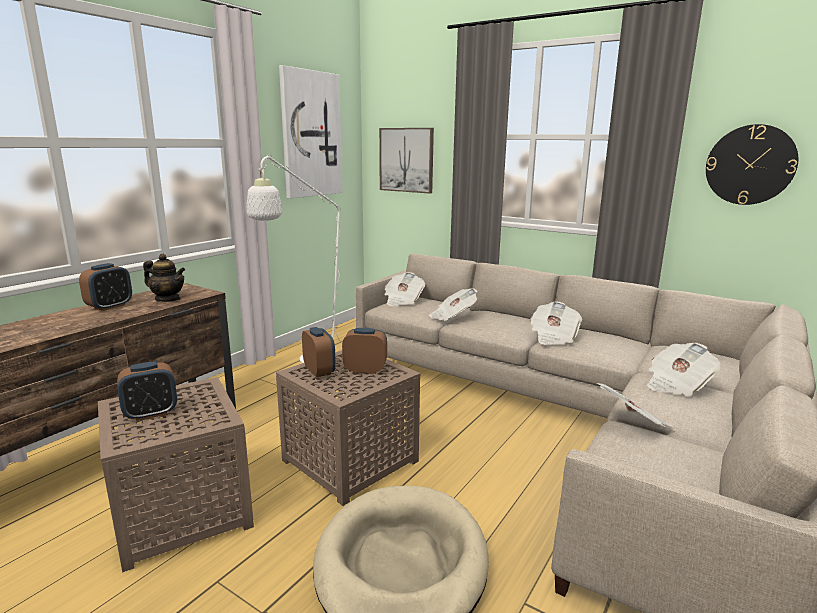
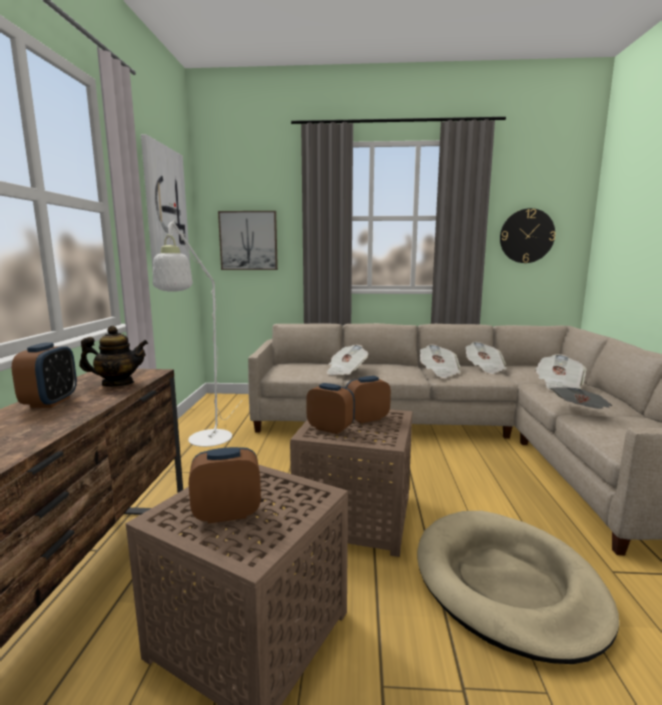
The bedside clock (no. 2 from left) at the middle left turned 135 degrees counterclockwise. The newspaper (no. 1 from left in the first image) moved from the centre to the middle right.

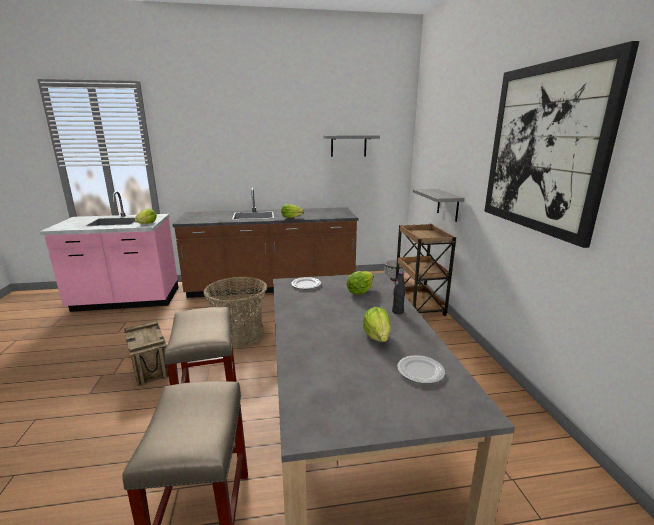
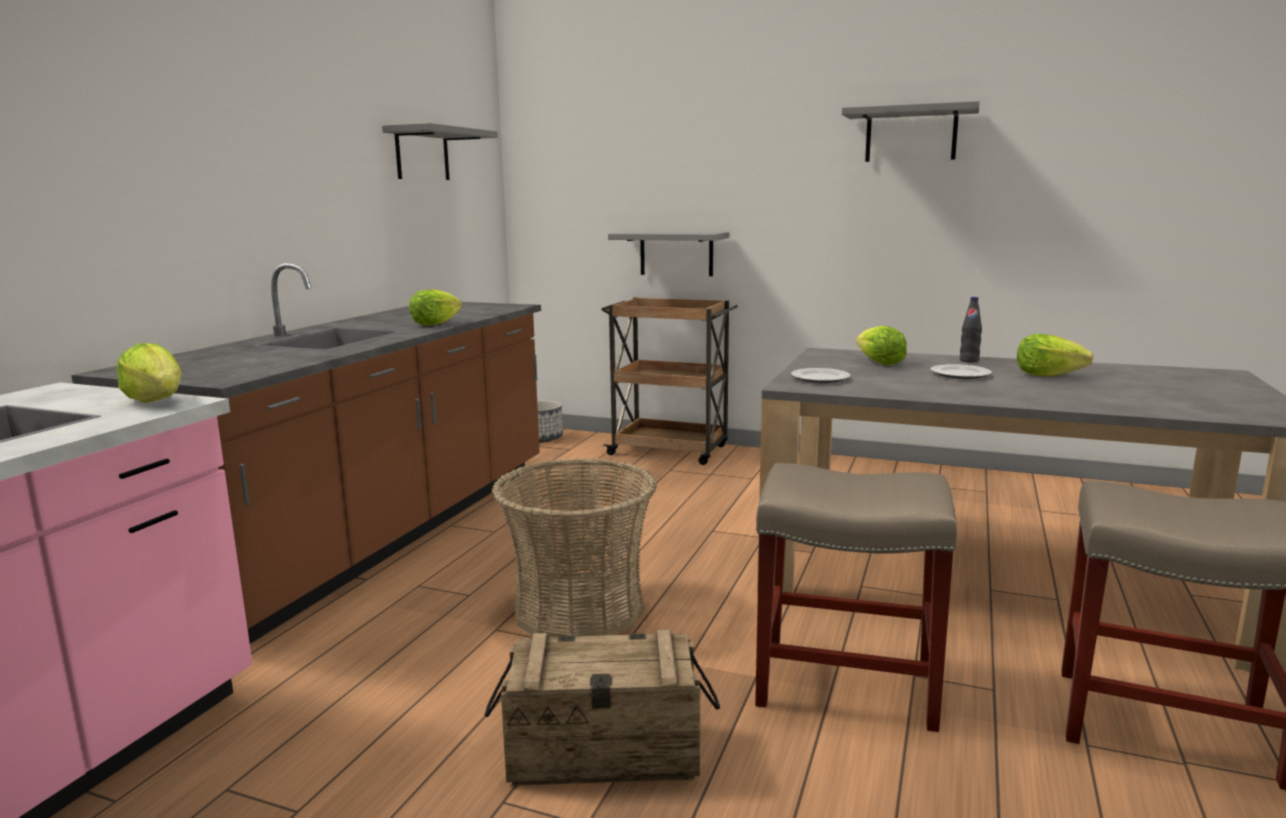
The picture at the top right was replaced by the bracket shelf/greyish (no. 3 from left) at the top right. The flat dish (no. 2 from left) moved from the bottom centre to the middle right.

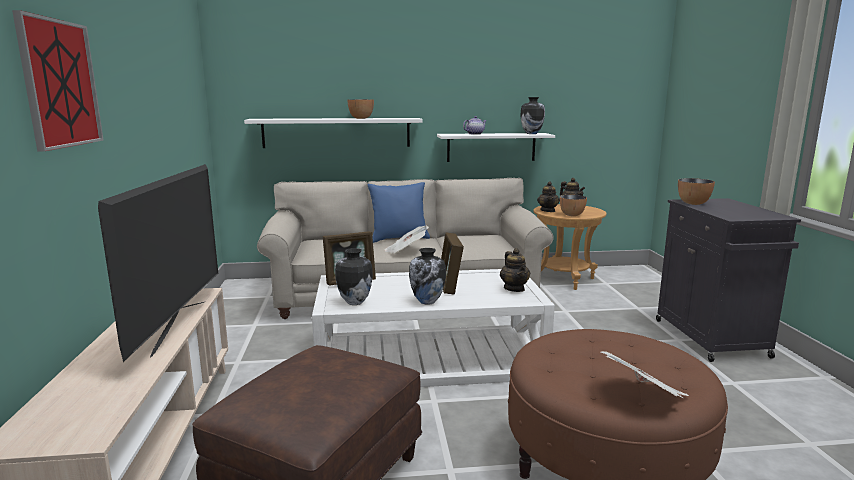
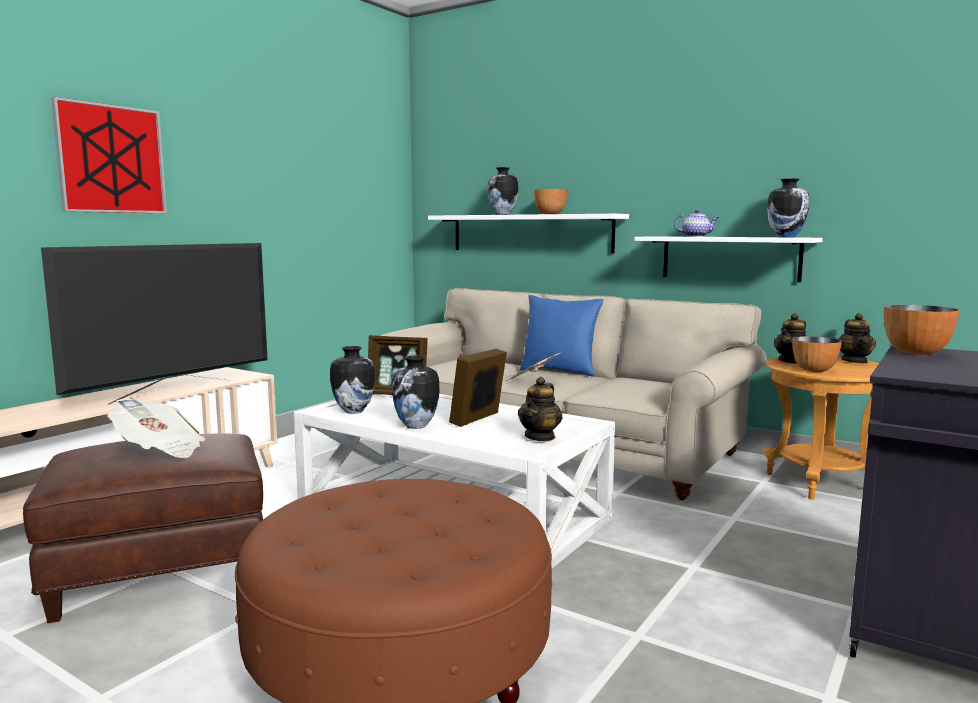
The newspaper (no. 2 from left in the first image) moved from the bottom right to the middle left. The decorative vase (no. 3 from left) at the top centre appeared.

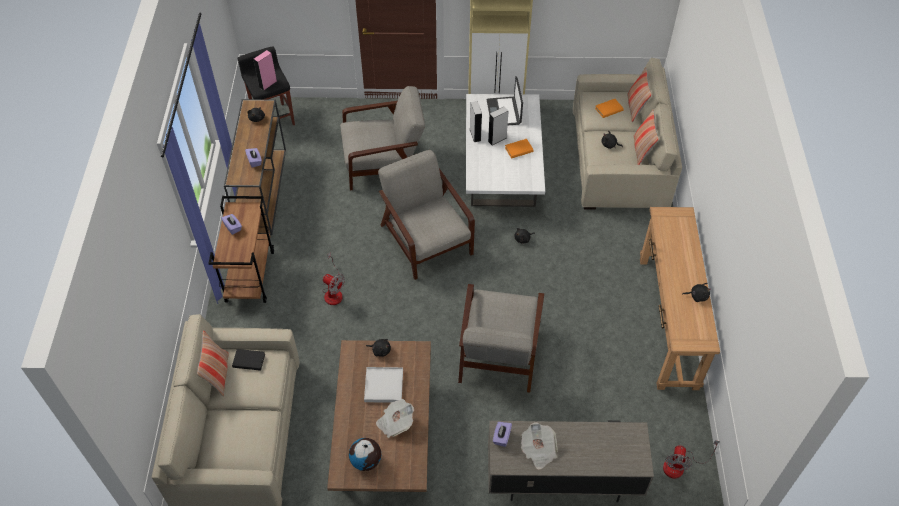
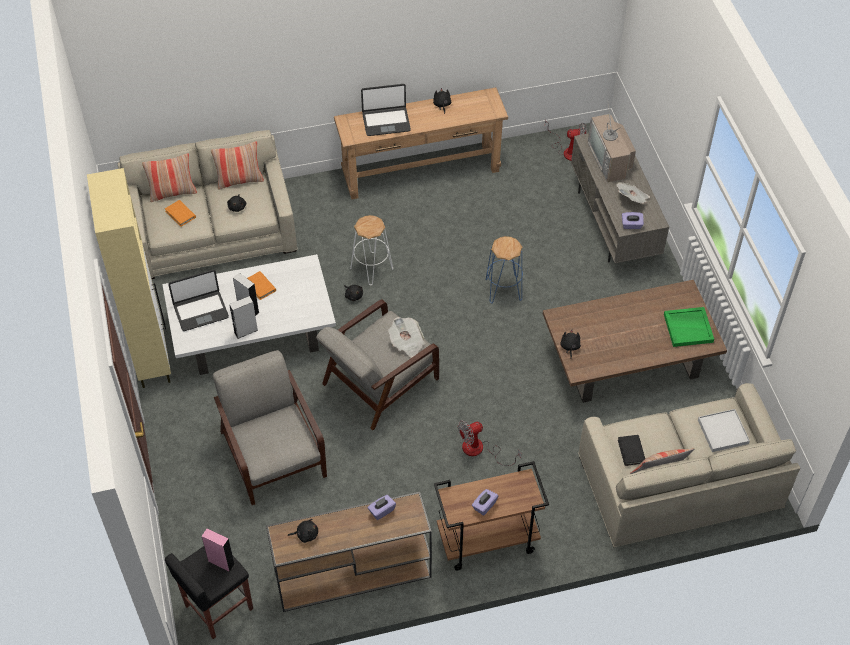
The sitting stool/white-coloured at the centre appeared. The laptop (no. 2 from left) at the top centre appeared. The newspaper (no. 1 from left) moved from the bottom centre to the centre. The cooling fan (no. 1 from left) at the centre turned 135 degrees counterclockwise. The armchair/greyish (no. 3 from left) at the bottom centre was replaced by the sitting stool/blue-coloured at the centre. The television at the top right appeared. The desk globe at the bottom centre was replaced by the carrying tray/greenish at the middle right. The carrying tray/white-coloured moved from the bottom centre to the bottom right.

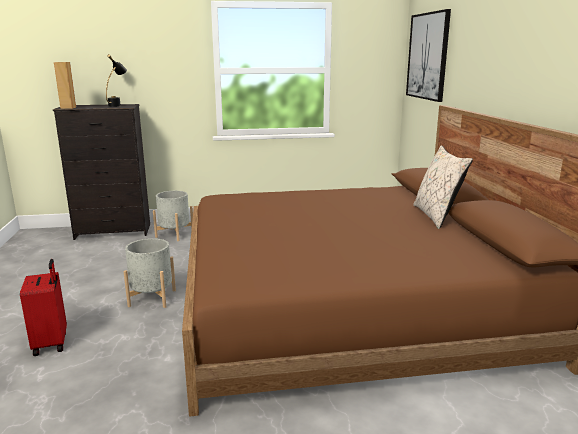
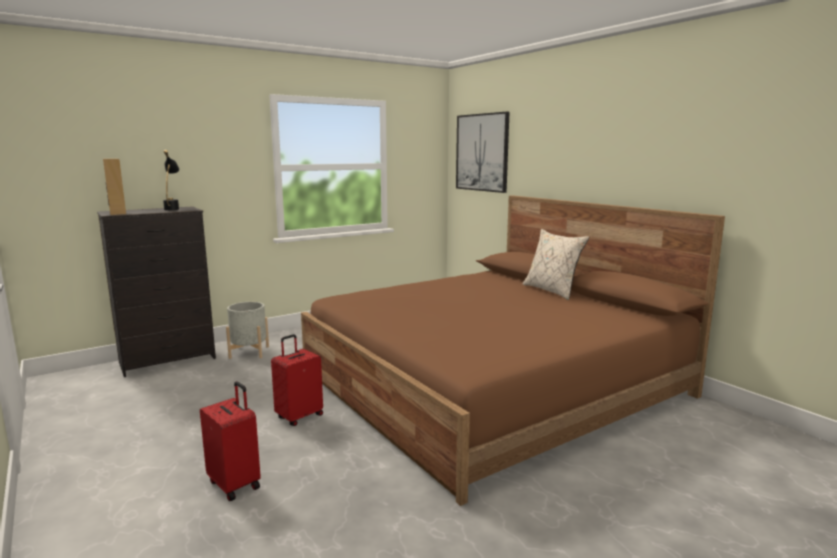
The flower pot/greyish (no. 1 from left) at the middle left was replaced by the piece of luggage/reddish (no. 2 from left) at the bottom centre.

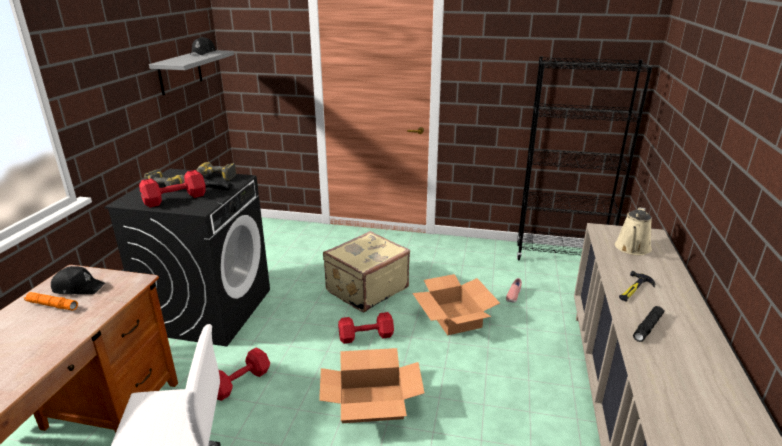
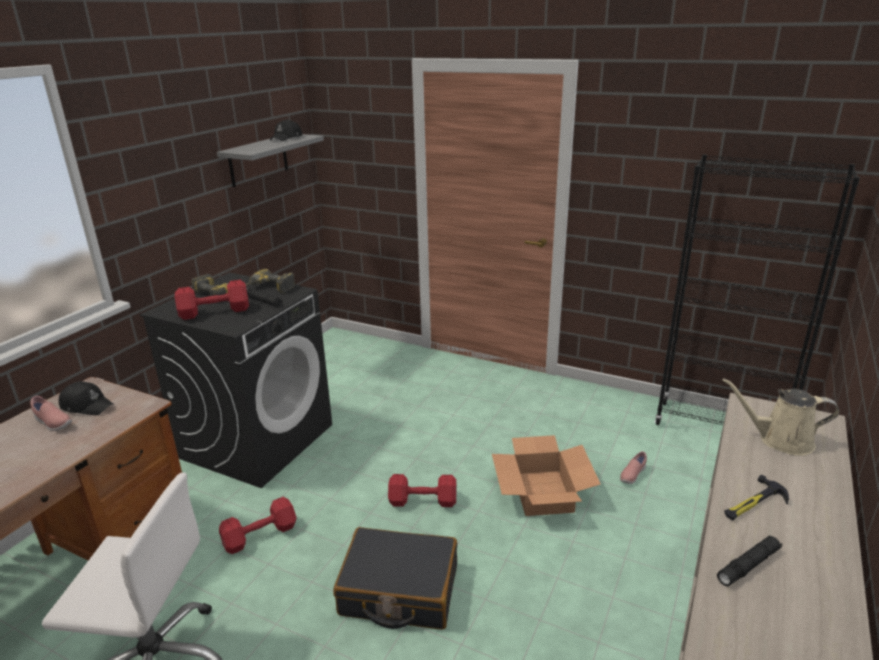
The hand torch/orange at the bottom left was replaced by the low shoe/pink (no. 1 from left) at the middle left. The cardboard box (no. 1 from left) at the bottom centre was replaced by the piece of luggage/black at the bottom centre. The sprinkling can/beige at the middle right turned 60 degrees clockwise. The piece of luggage/beige at the centre disappeared.

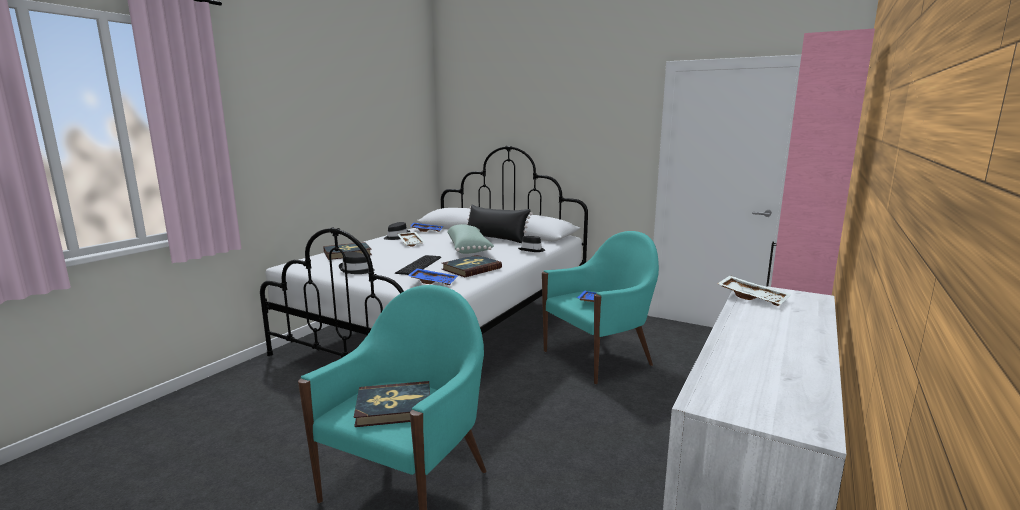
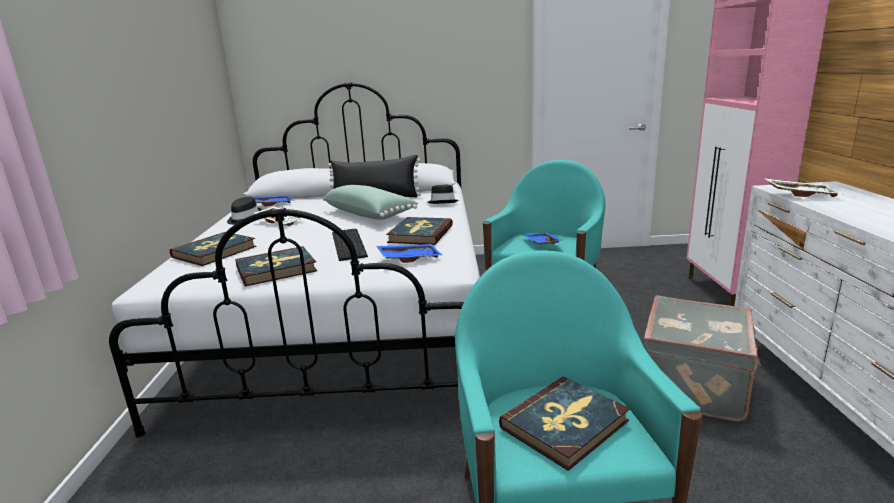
The hat/black (no. 1 from left) at the centre was replaced by the volume (no. 2 from left) at the middle left. The piece of luggage/greyish at the bottom right appeared.

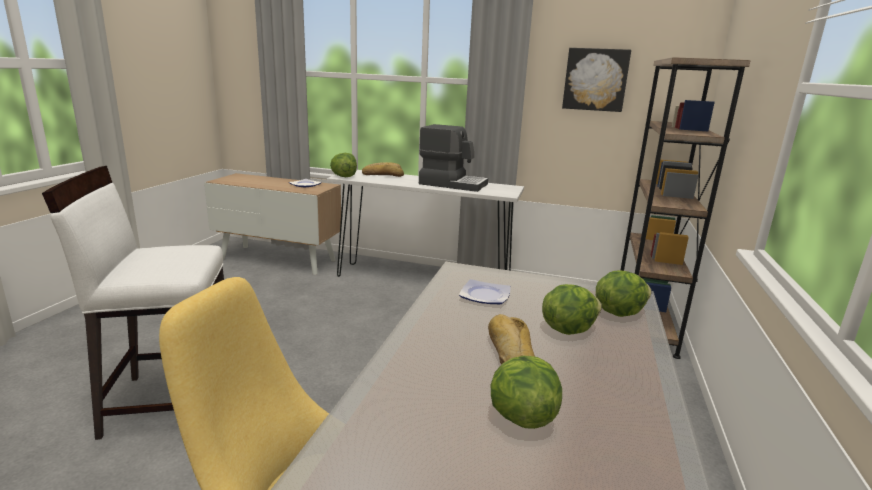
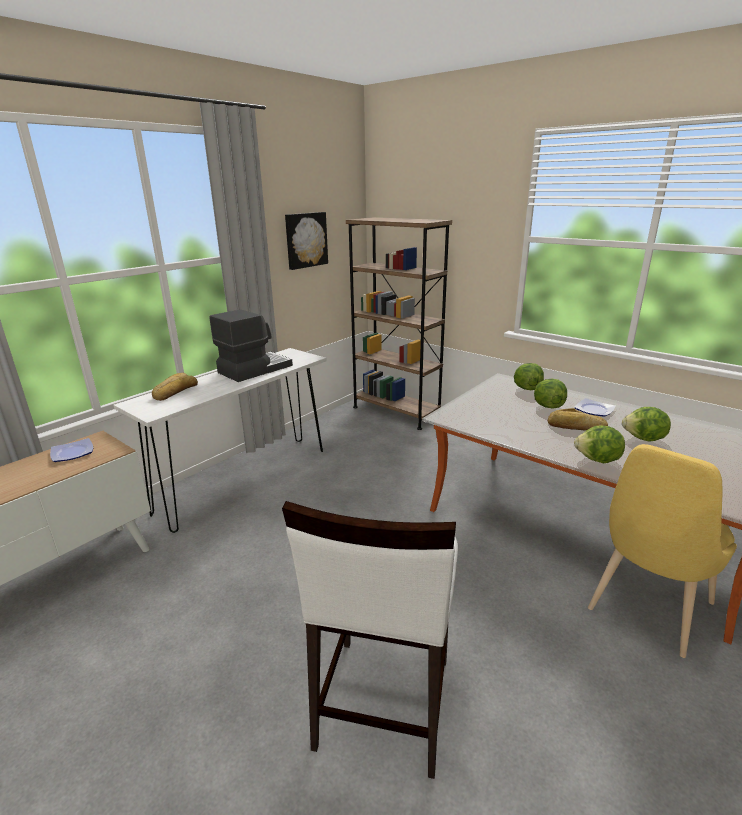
The flat dish (no. 2 from left) moved from the centre to the middle right. The lettuce head (no. 1 from left in the first image) moved from the centre to the middle right.

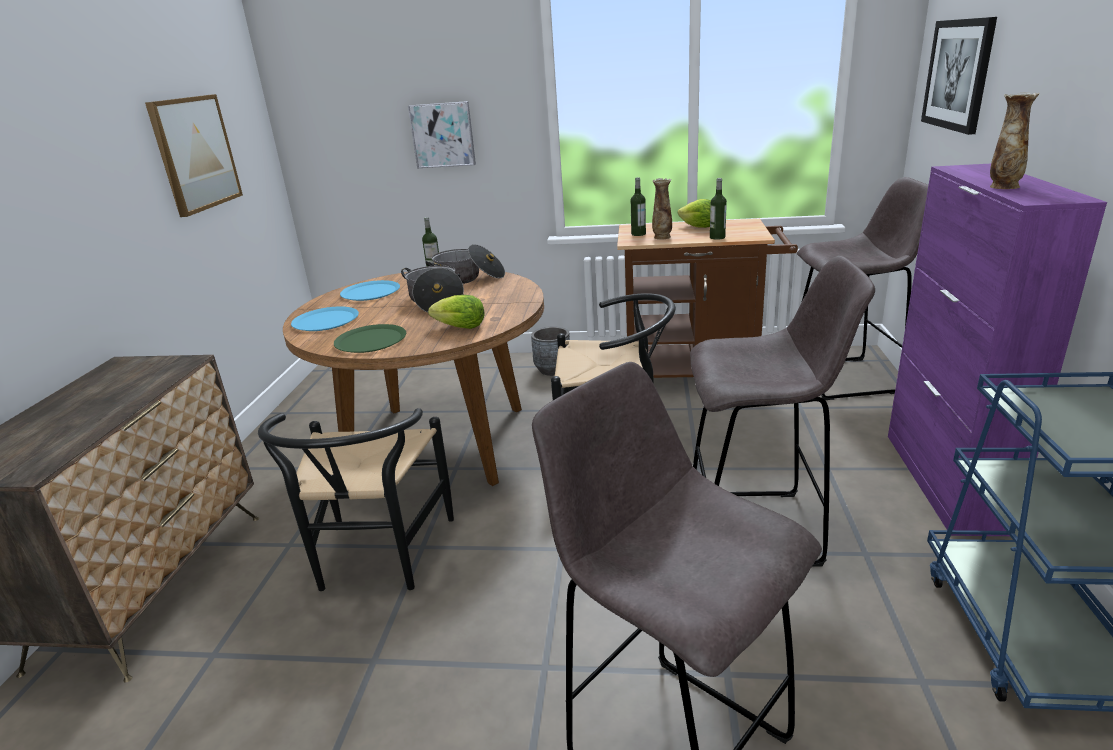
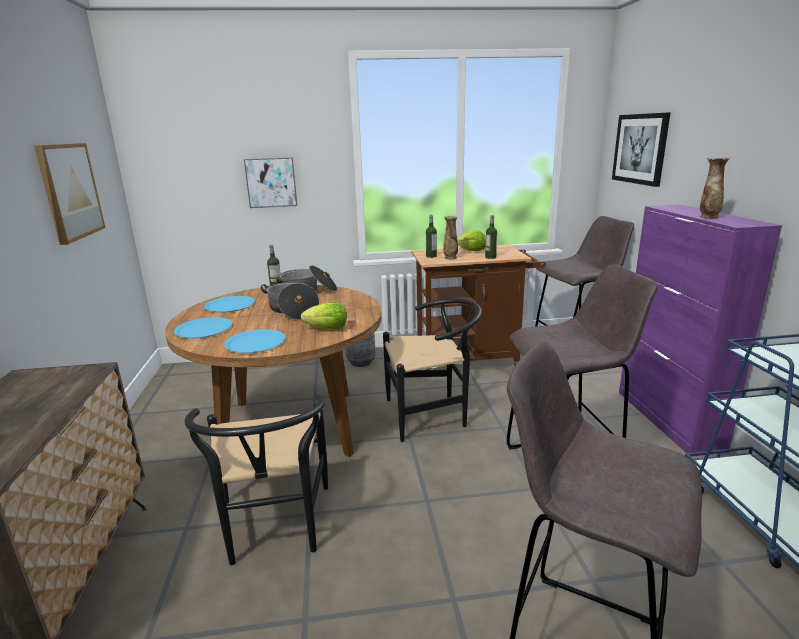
The flat dish/greenish at the middle left became the flat dish/blue-coloured (no. 3 from left) at the middle left.

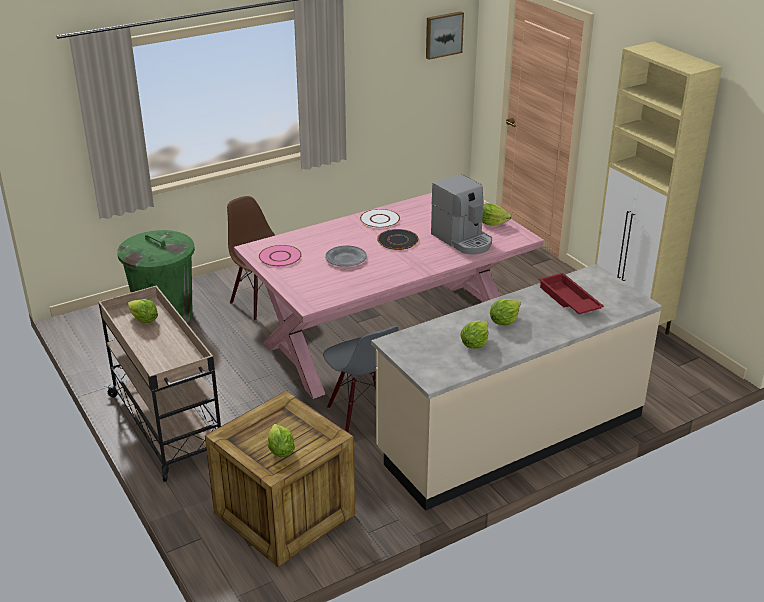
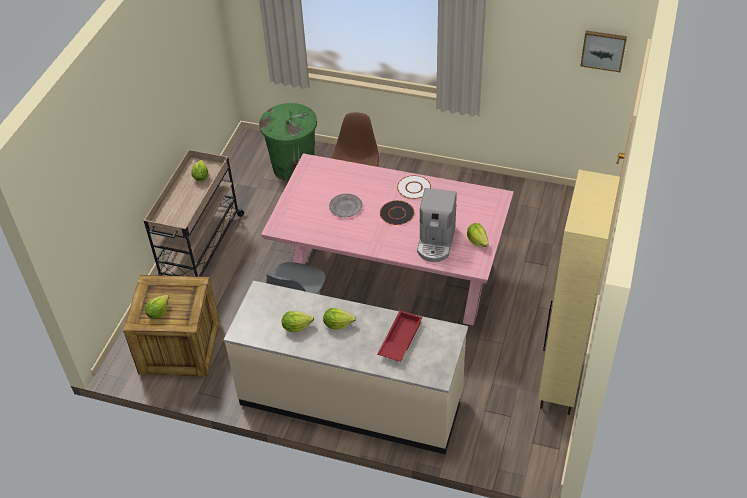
The flat dish/pink at the centre disappeared.

